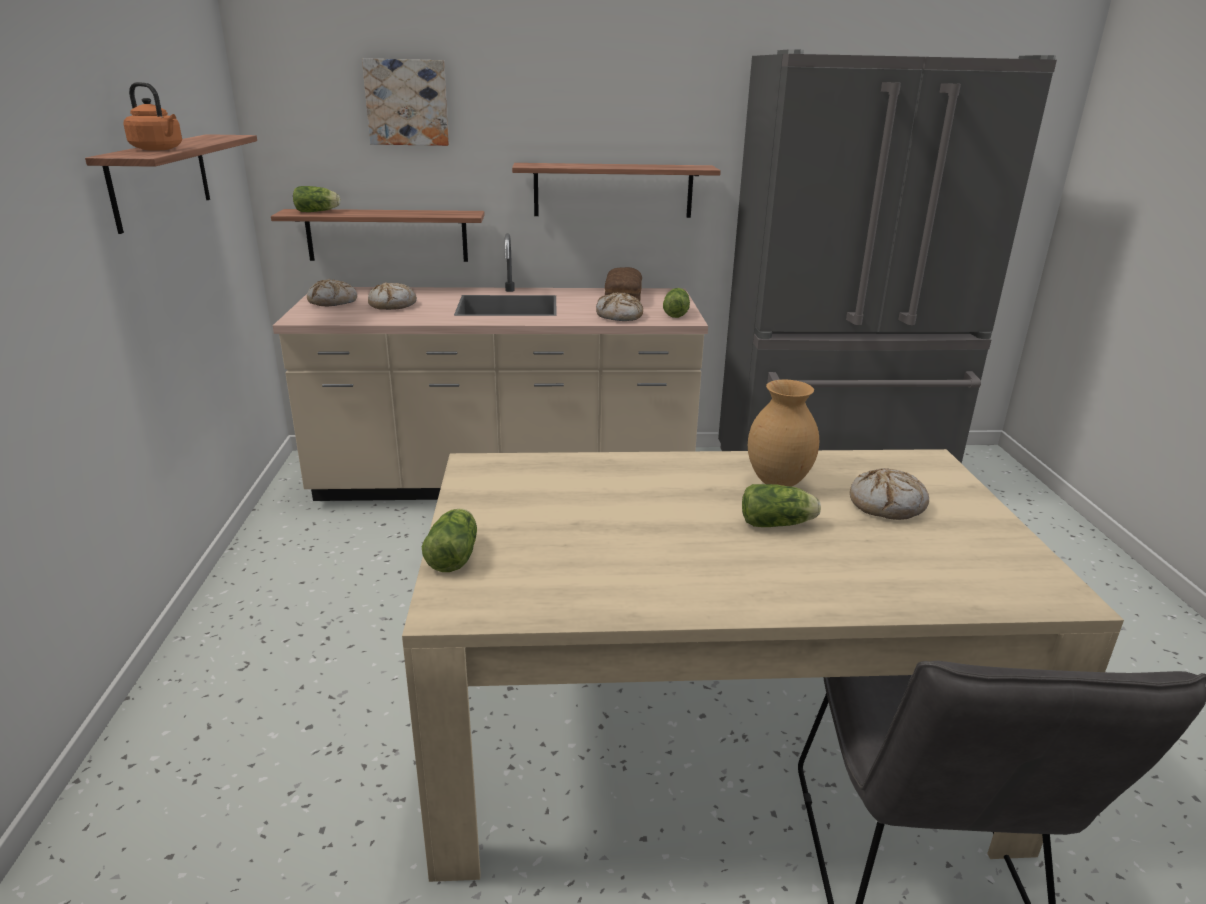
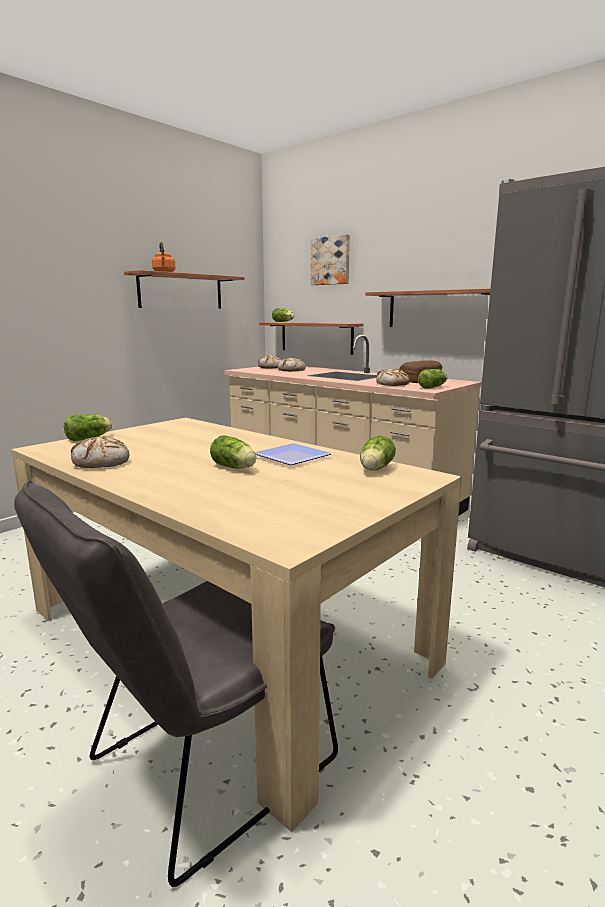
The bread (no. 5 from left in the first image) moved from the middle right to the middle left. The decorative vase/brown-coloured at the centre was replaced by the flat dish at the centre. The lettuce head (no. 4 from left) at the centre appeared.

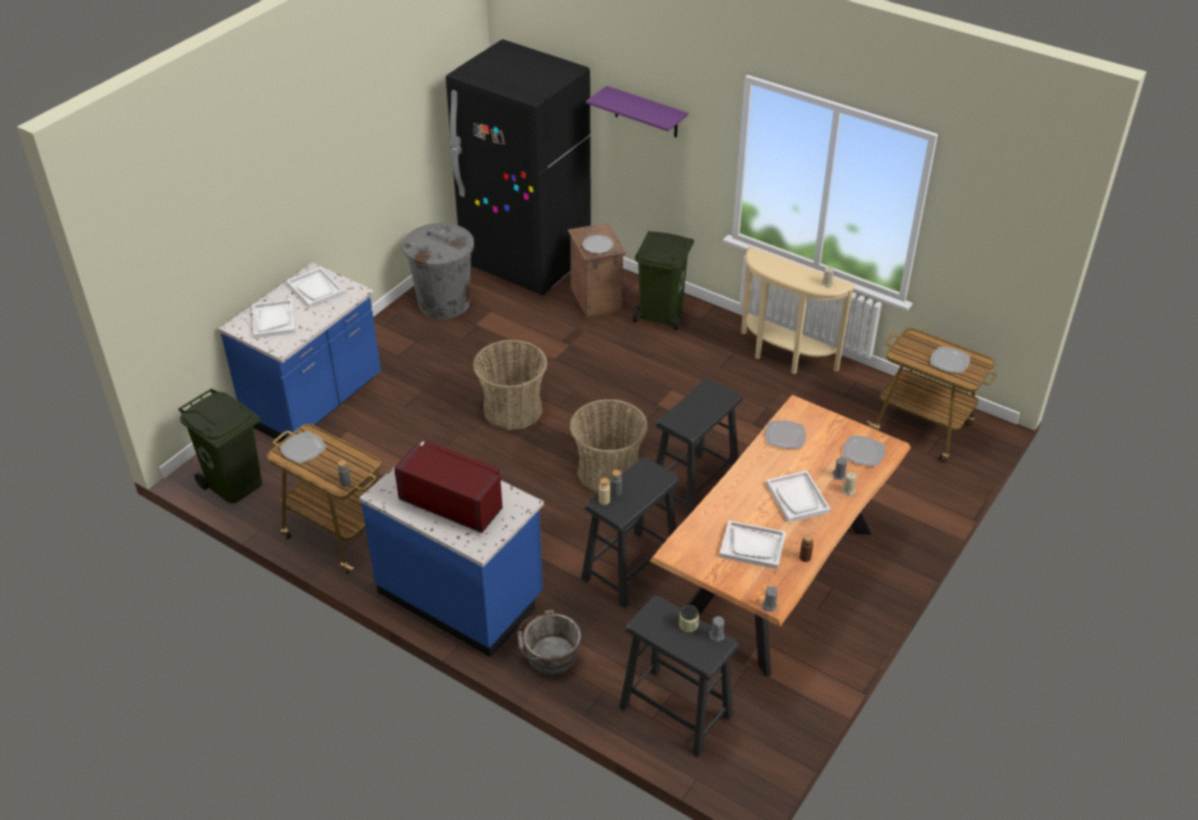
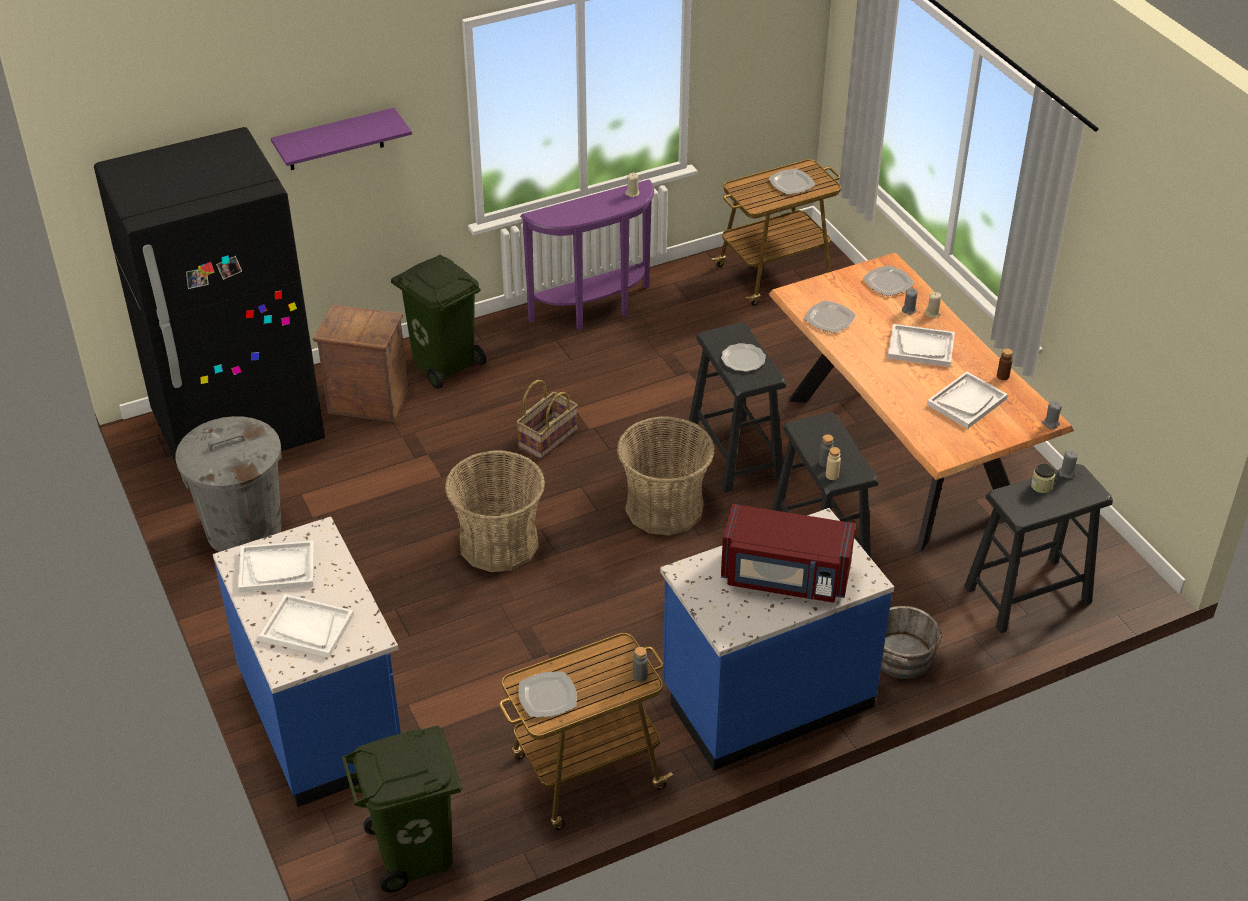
The household basket (no. 2 from left) at the centre appeared. The narrow table/beige at the centre became the narrow table/purplish at the top centre. The flat dish (no. 2 from left) moved from the top centre to the centre. The microwave/reddish at the centre turned 135 degrees counterclockwise.

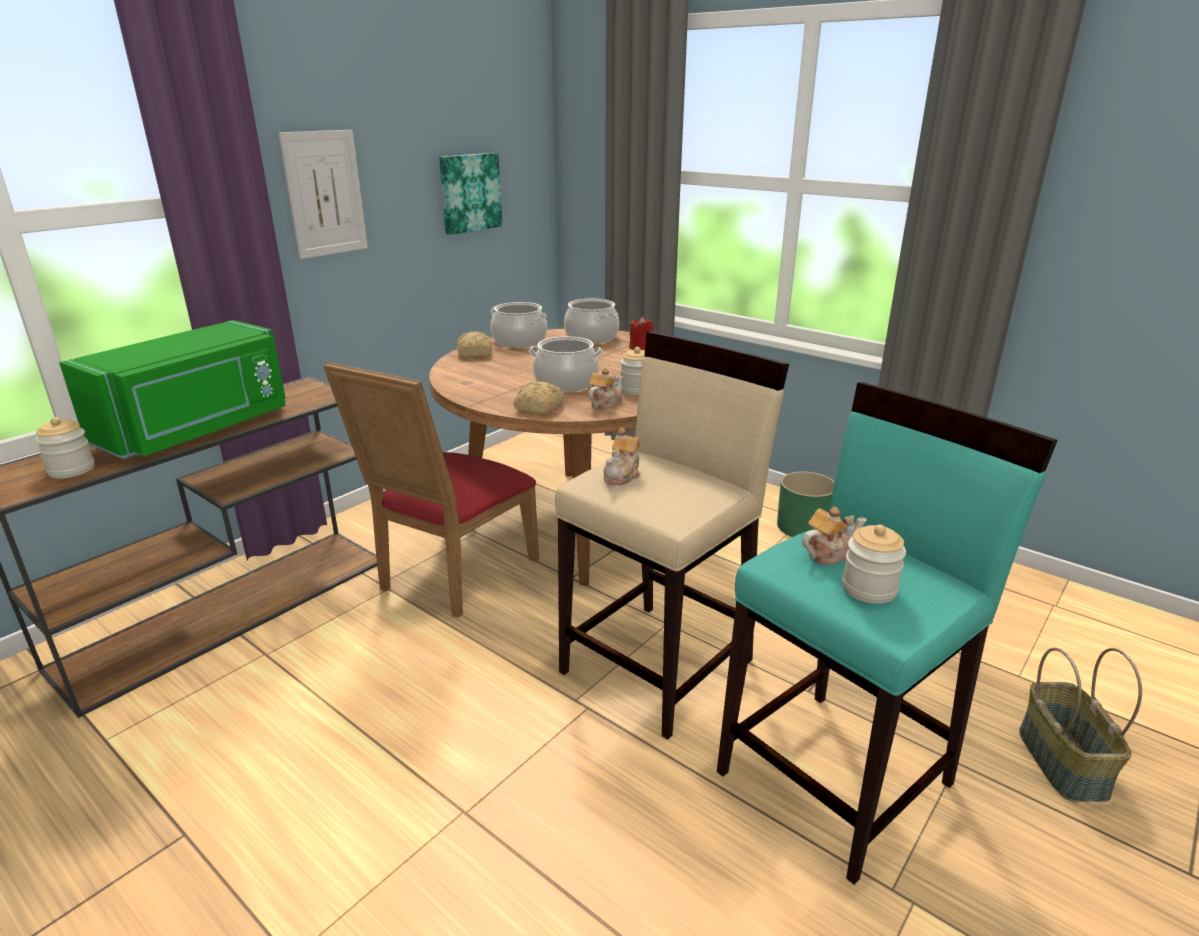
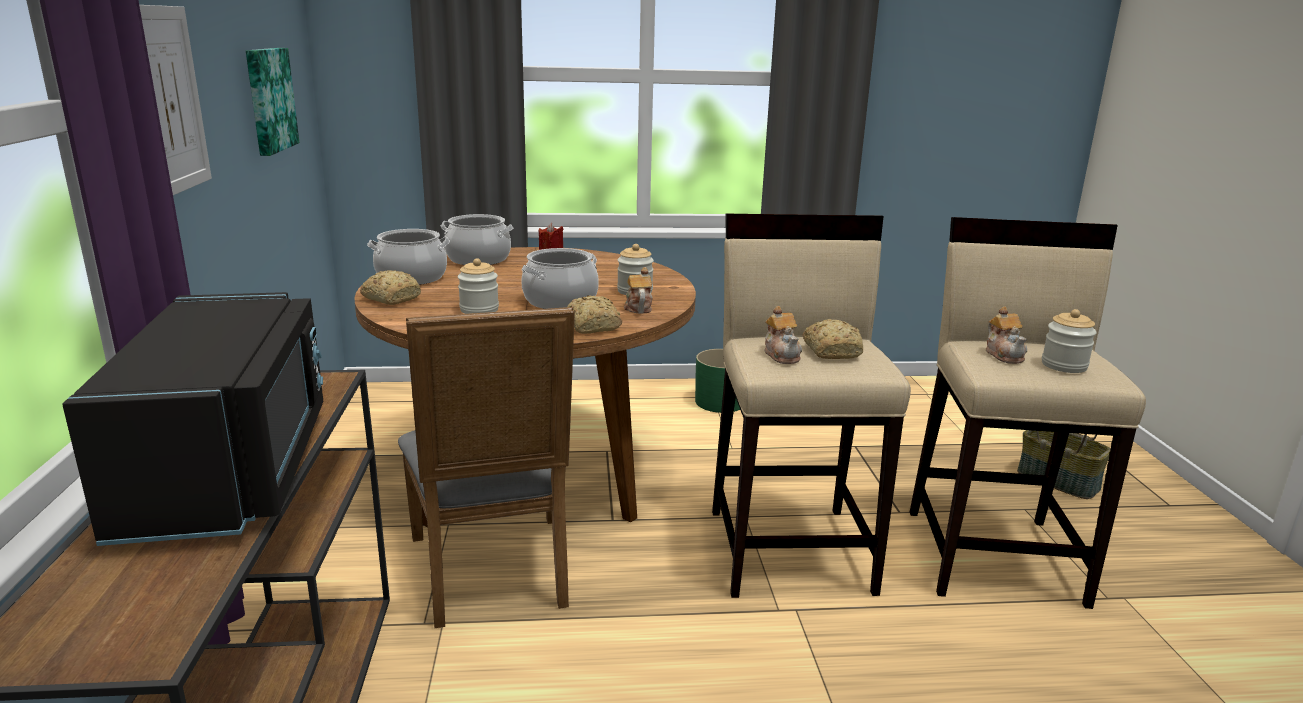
The microwave/greenish at the middle left became the microwave/black at the middle left. The upright chair/reddish at the centre became the upright chair/greyish at the centre. The preserve jar (no. 1 from left) moved from the middle left to the centre. The bread (no. 3 from left) at the centre appeared. The sitting stool/turquoise-coloured at the bottom right became the sitting stool/beige (no. 2 from left) at the middle right. The tea pot (no. 3 from left) at the middle right turned 150 degrees clockwise.

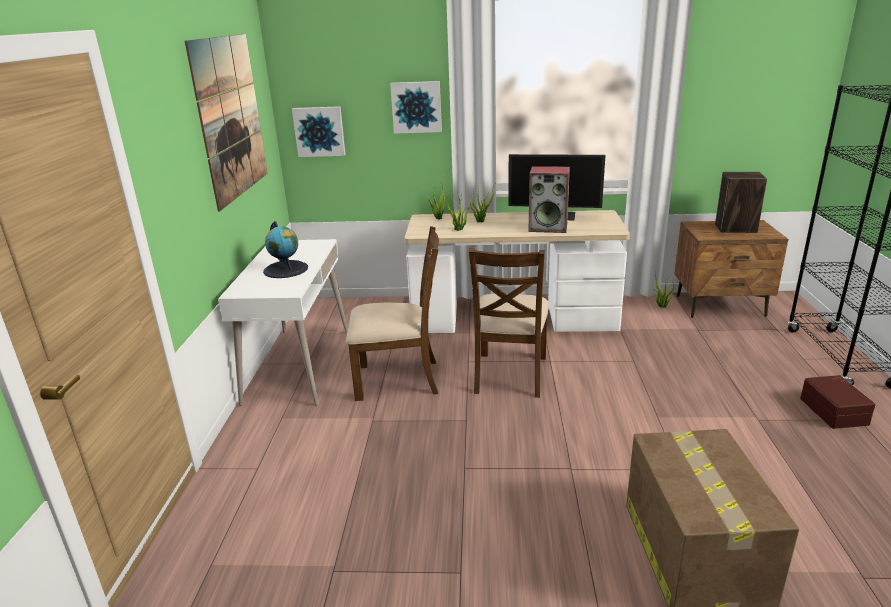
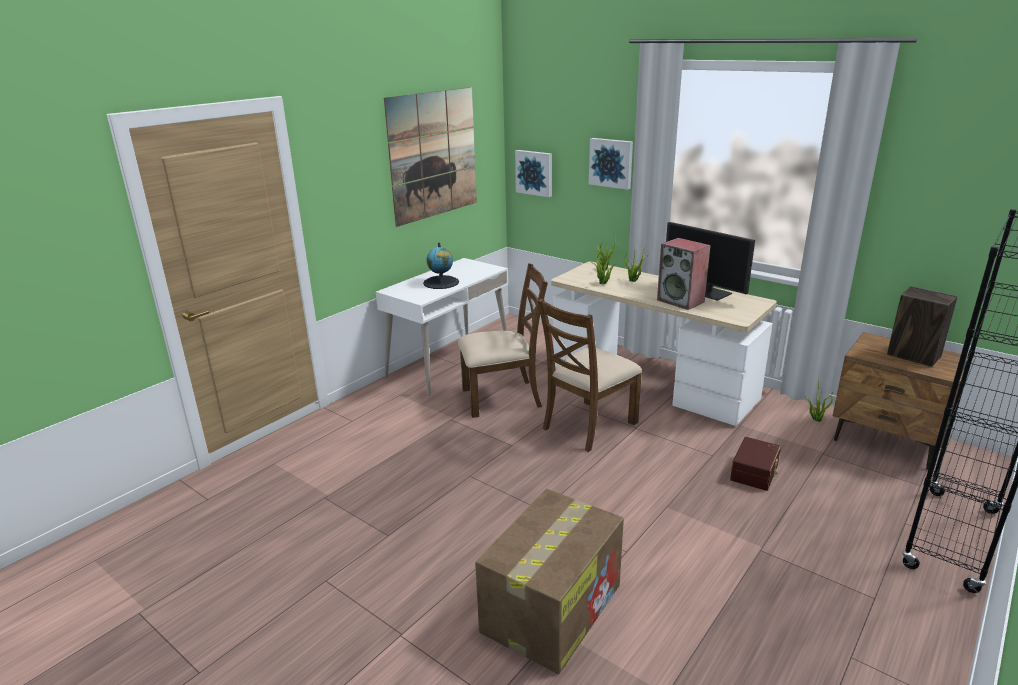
The upright chair/brown-coloured (no. 1 from left) at the centre turned 45 degrees counterclockwise. The storage bin/brown-coloured moved from the middle right to the bottom right.

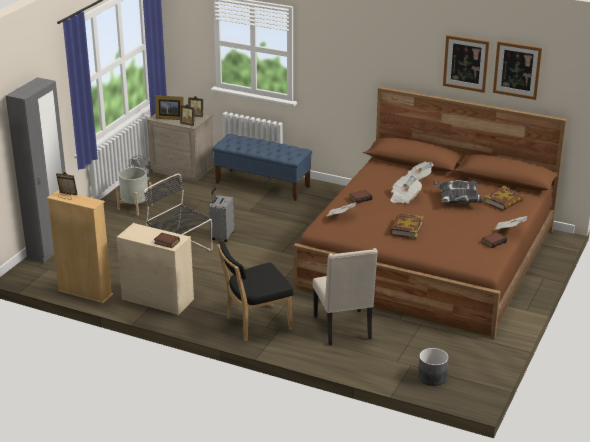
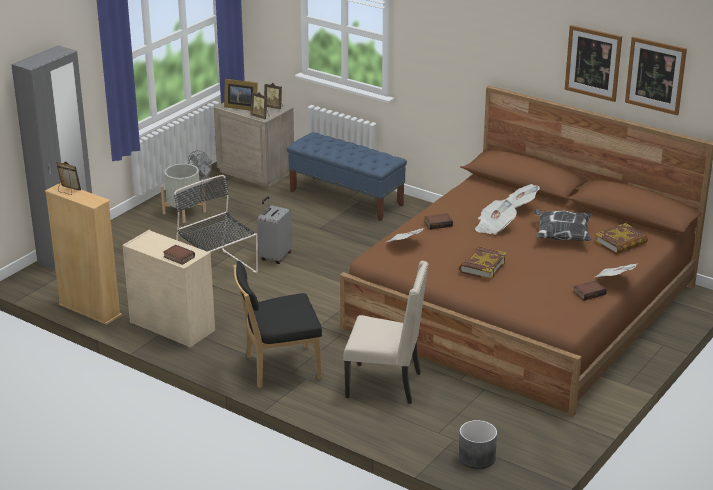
The upright chair/beige at the bottom centre turned 75 degrees counterclockwise.

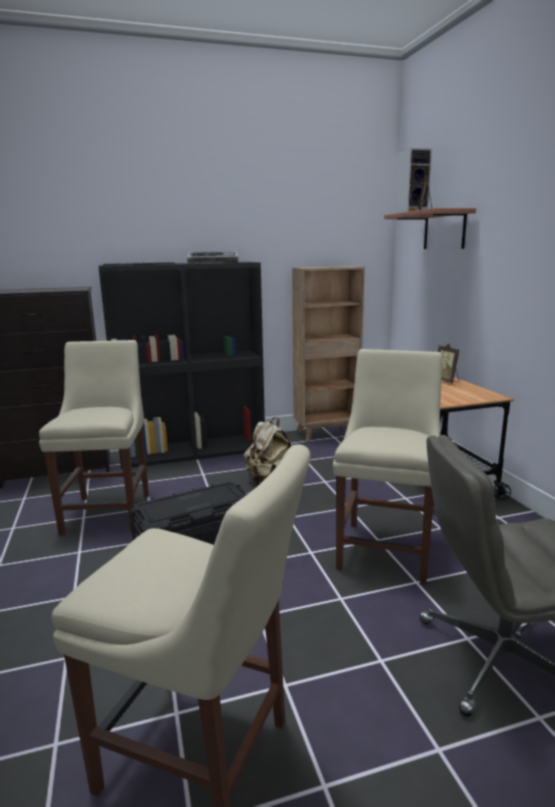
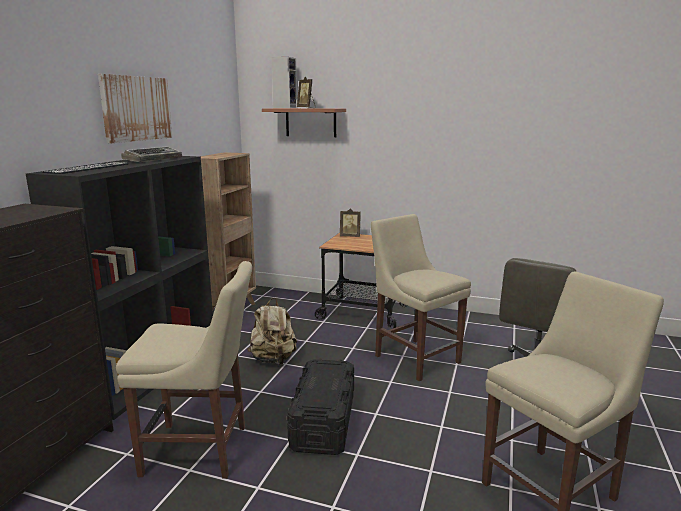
The picture at the top left appeared. The upright chair/beige (no. 1 from left) at the middle left turned 150 degrees clockwise.

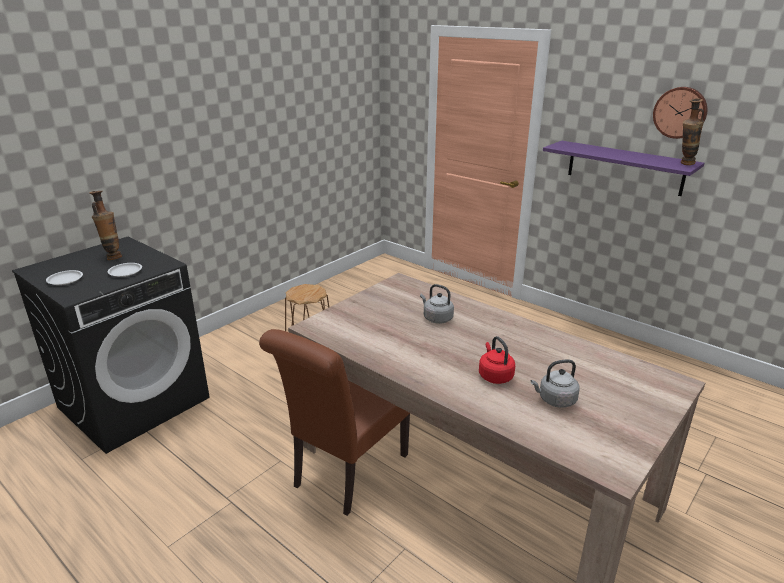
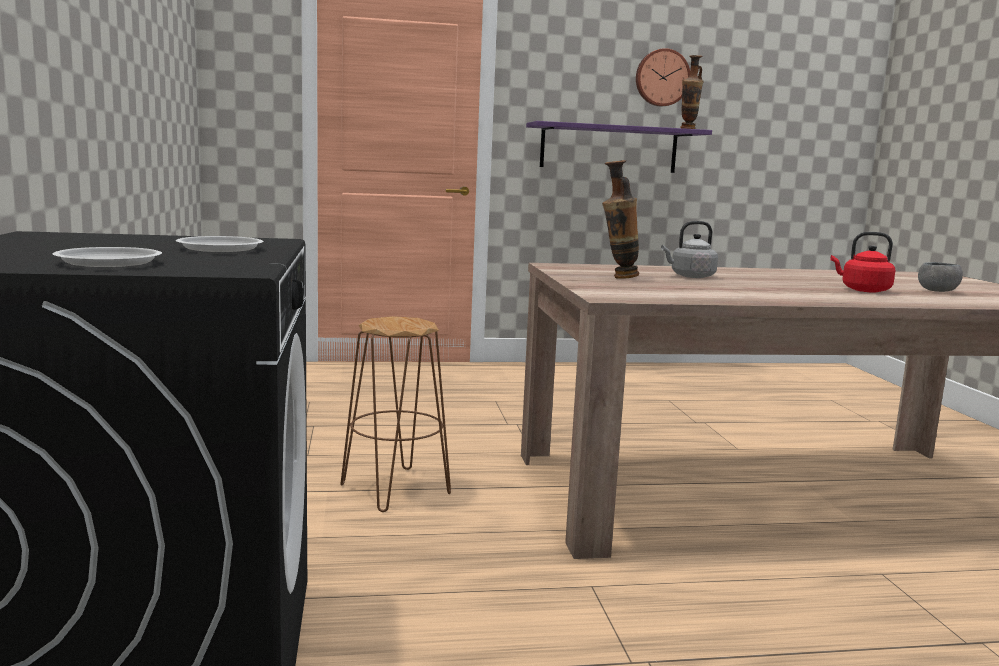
The decorative vase (no. 1 from left) moved from the middle left to the top centre. The tea kettle/greyish (no. 2 from left) at the middle right was replaced by the deep dish/greyish at the middle right. The upright chair/brown-coloured at the bottom centre disappeared.

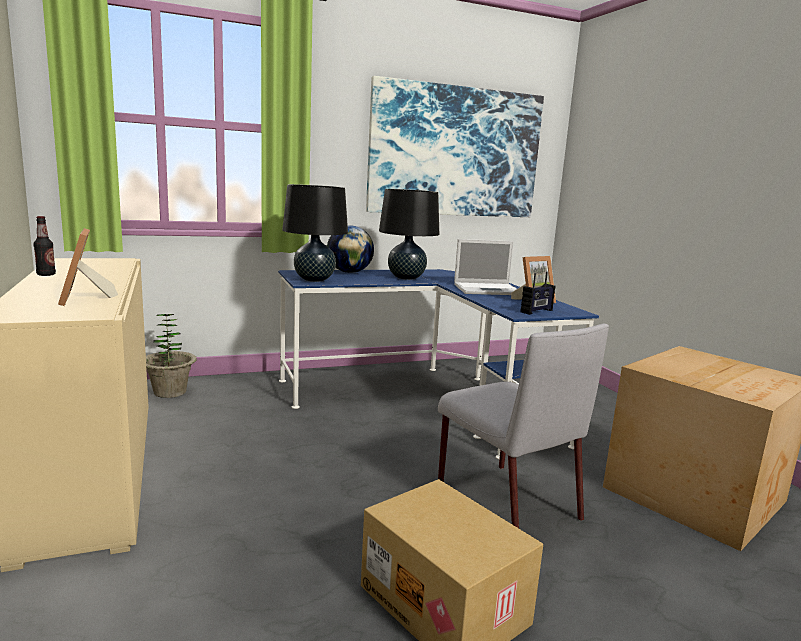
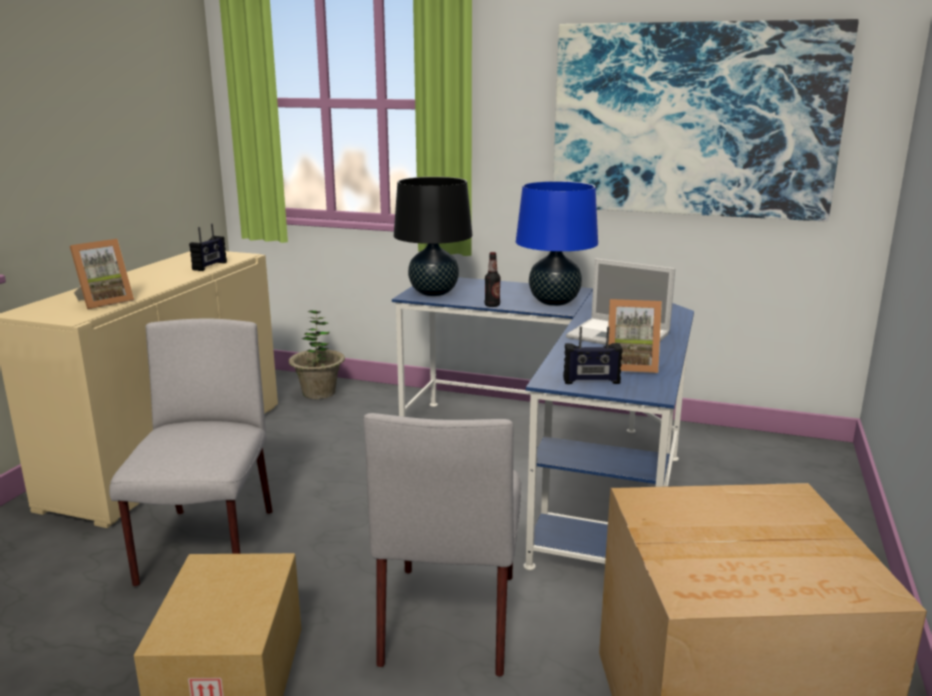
The photo frame (no. 1 from left) at the middle left turned 150 degrees counterclockwise. The upright chair/greyish (no. 1 from left) at the middle left appeared. The radio receiver (no. 1 from left) at the middle left appeared. The beverage bottle moved from the middle left to the centre. The table lamp/black (no. 2 from left) at the centre became the table lamp/blue-coloured at the centre. The desk globe at the centre disappeared.

